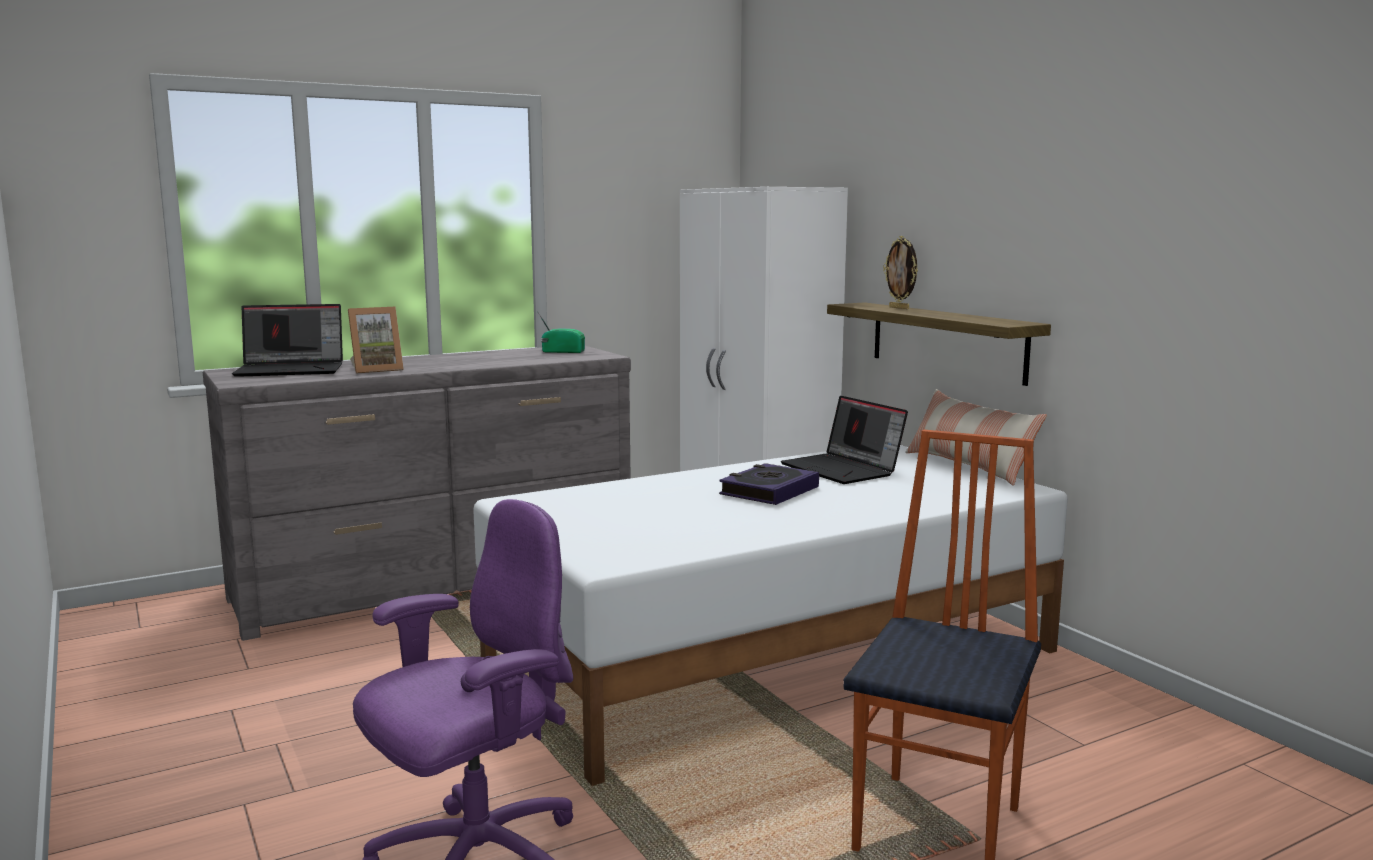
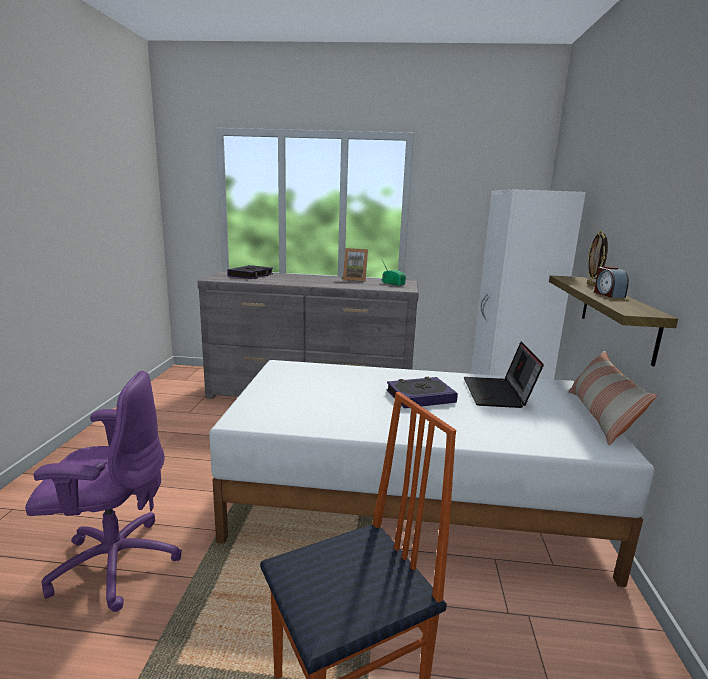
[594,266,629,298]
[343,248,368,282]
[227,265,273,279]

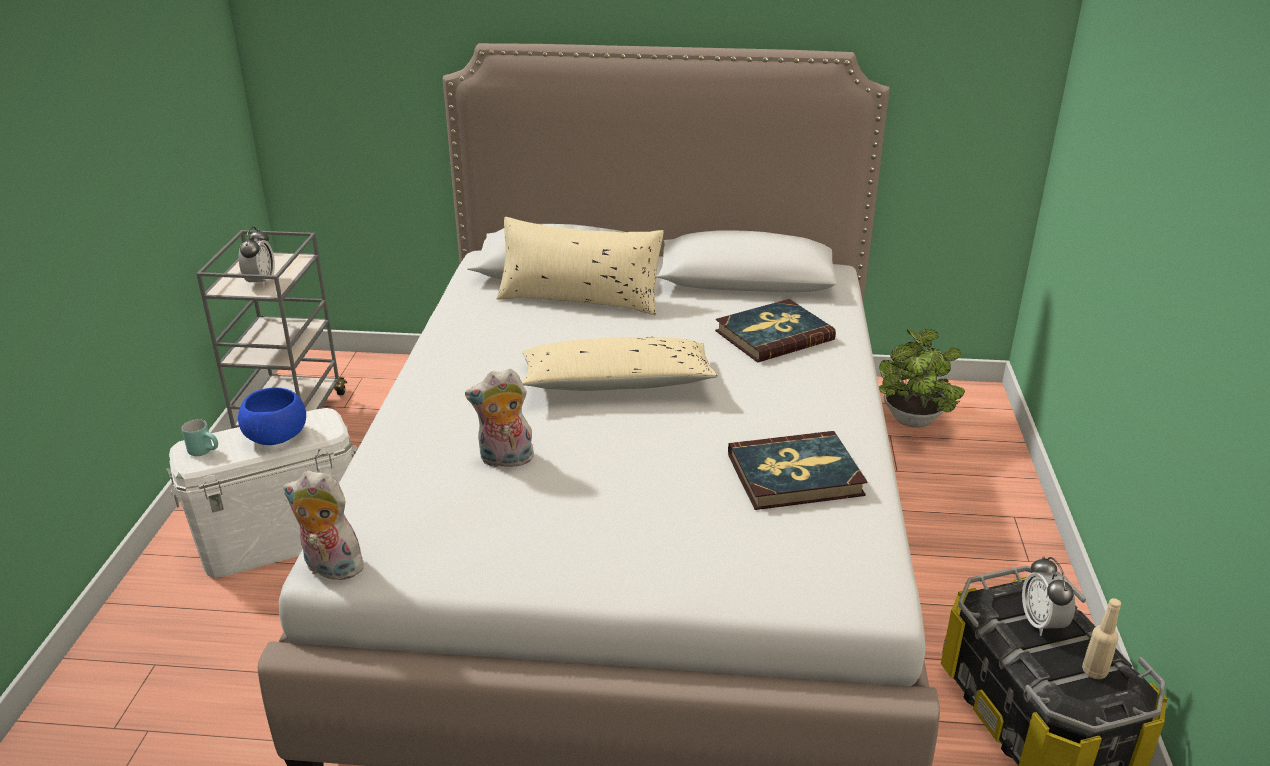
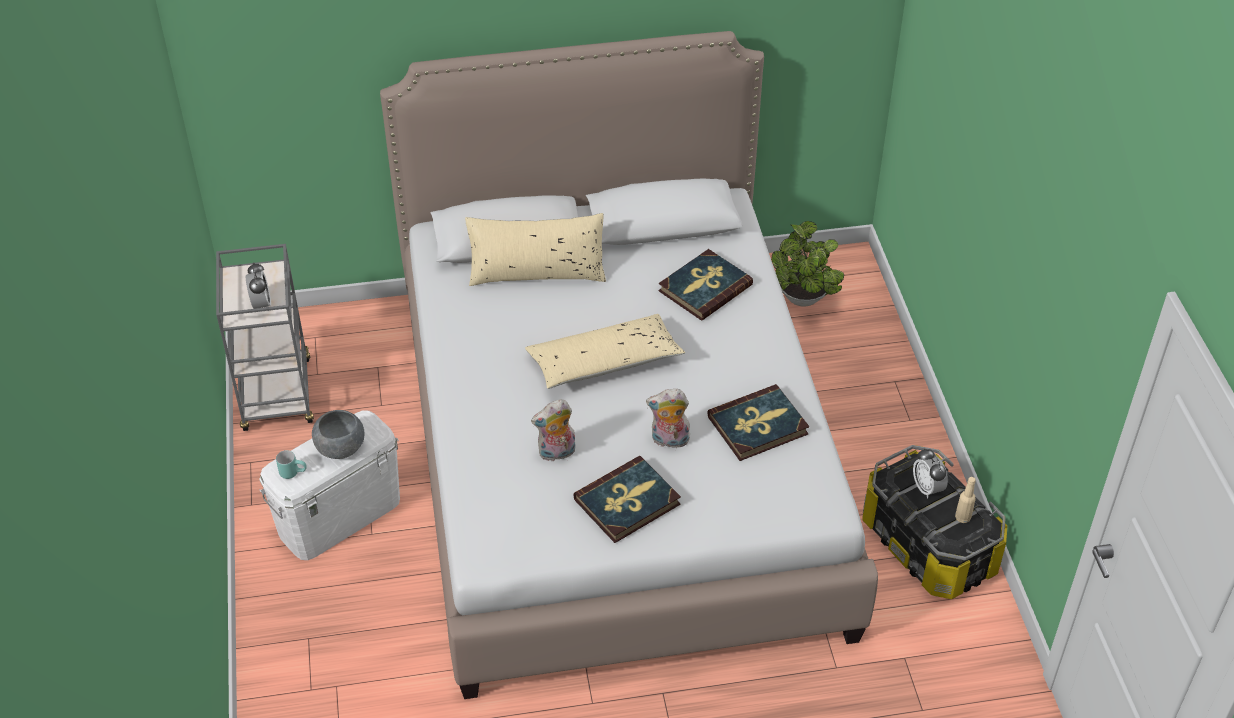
[573,456,681,543]
[646,389,690,448]
[312,410,364,459]

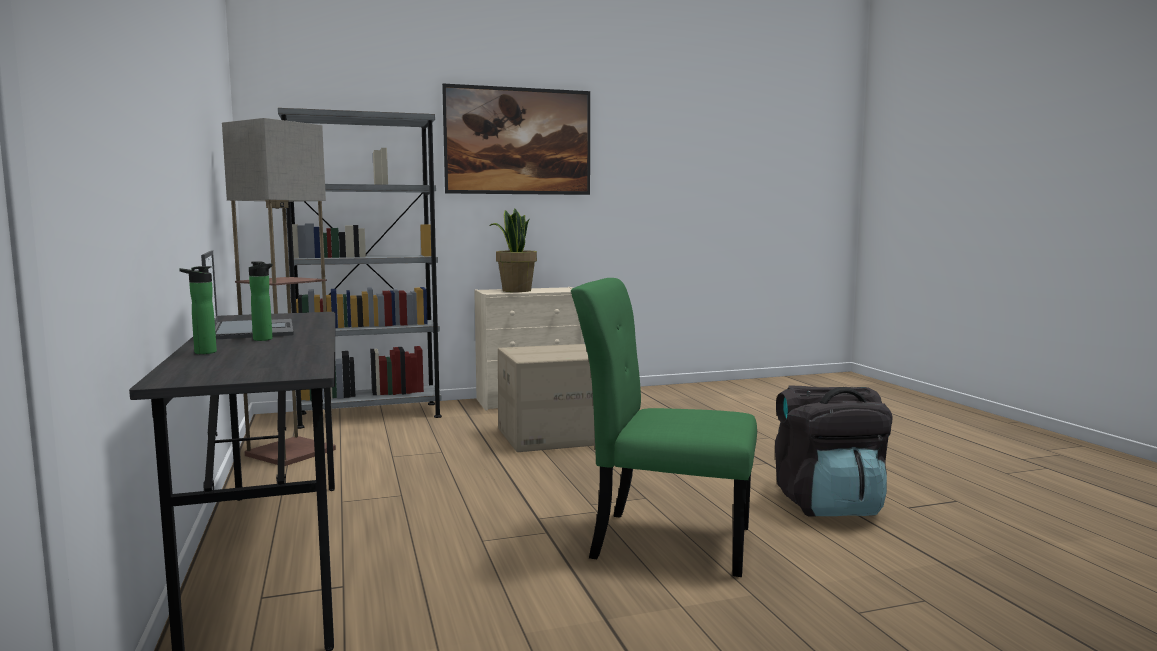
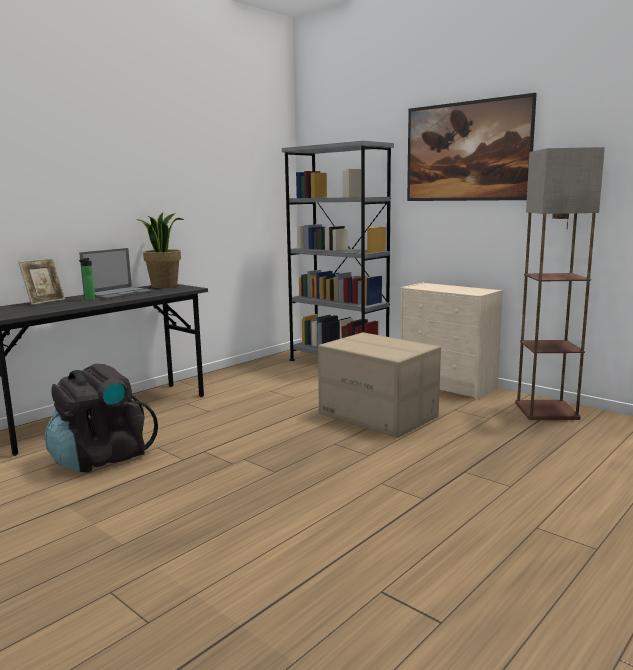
[571,278,757,577] (first image)
[515,147,605,420]
[137,213,184,288]
[45,364,158,472]
[18,259,65,305]

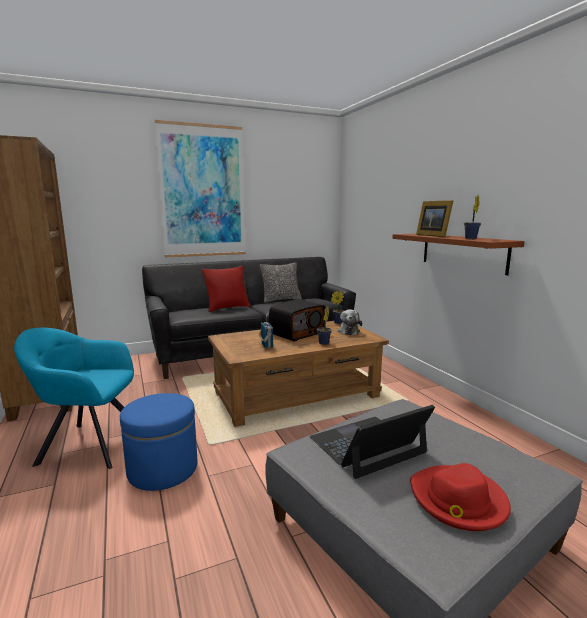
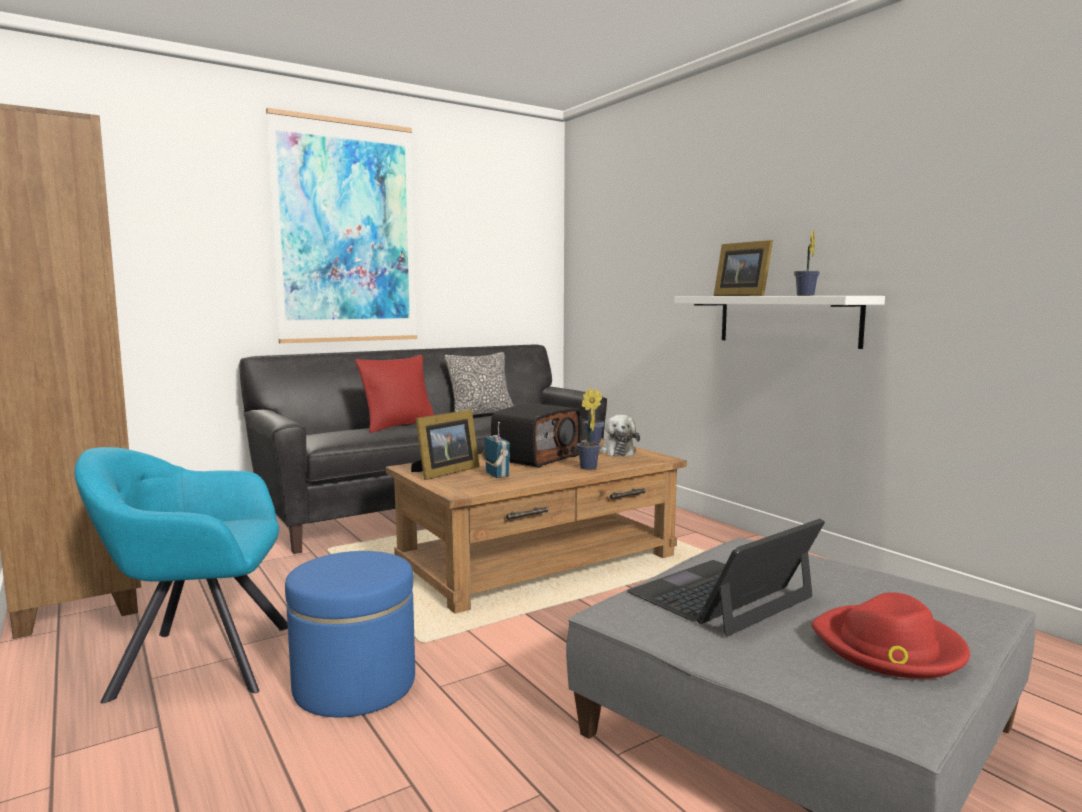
[411,409,480,480]
[674,296,885,349]

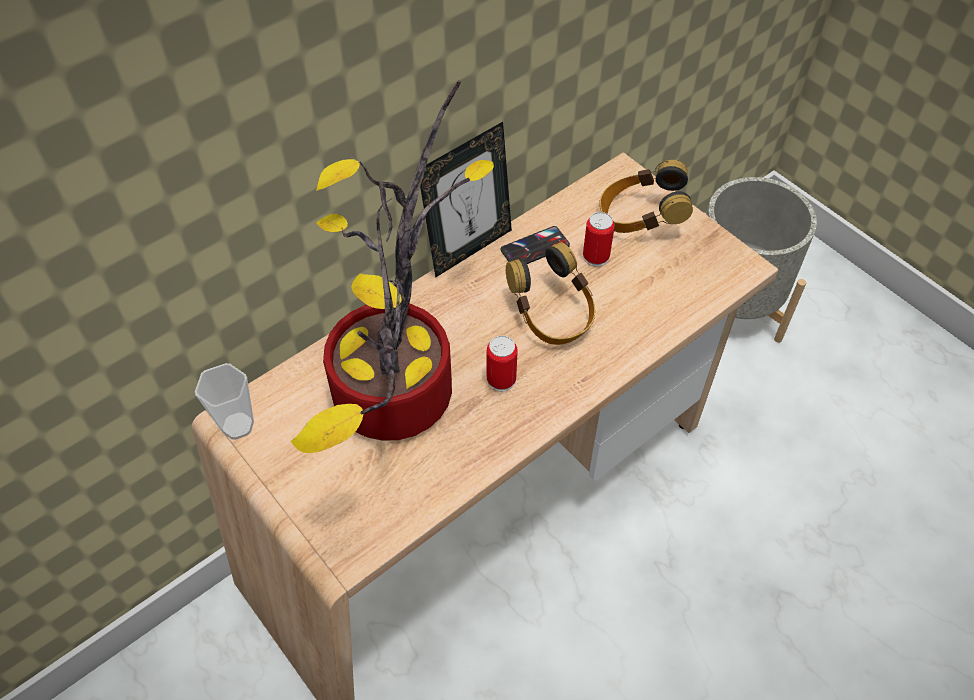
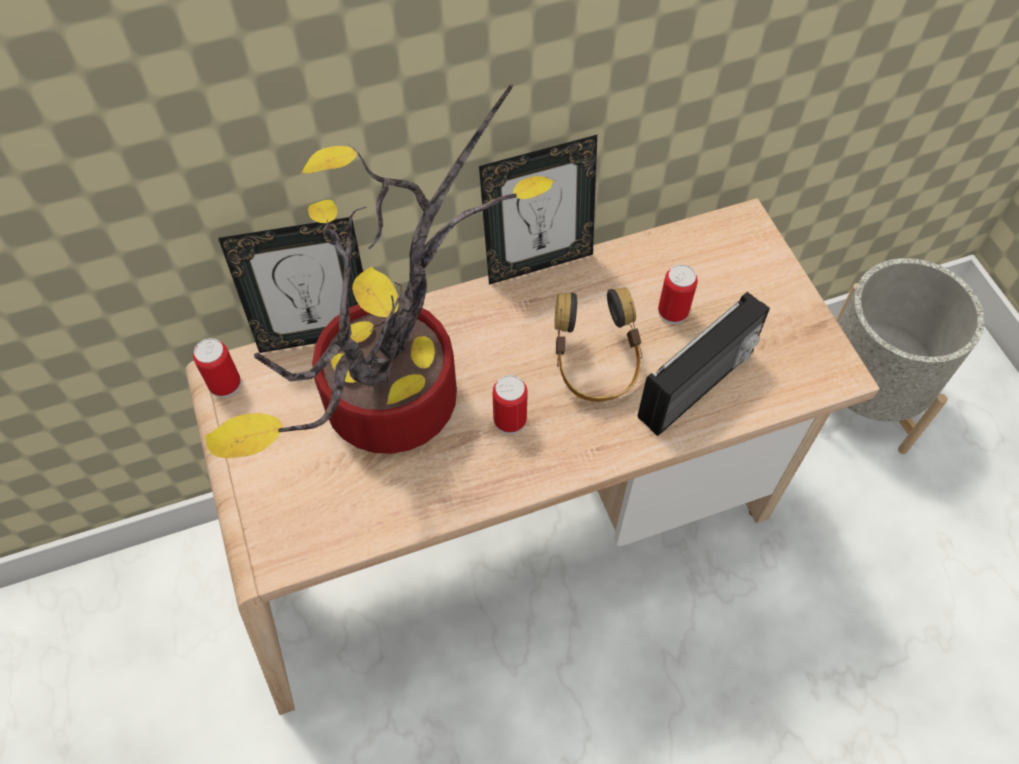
[500,226,570,264] (first image)
[600,160,693,233] (first image)
[218,217,363,353]
[638,292,770,436]
[193,338,241,398]

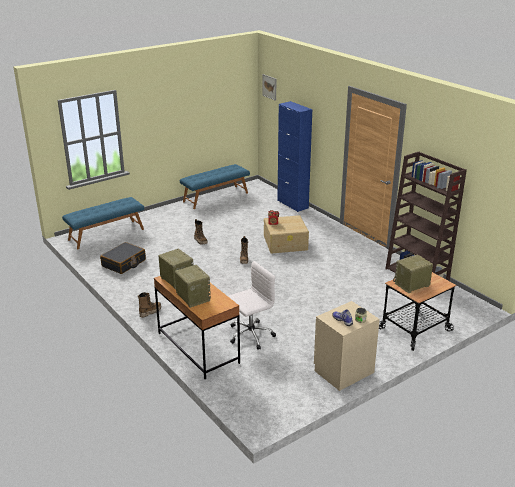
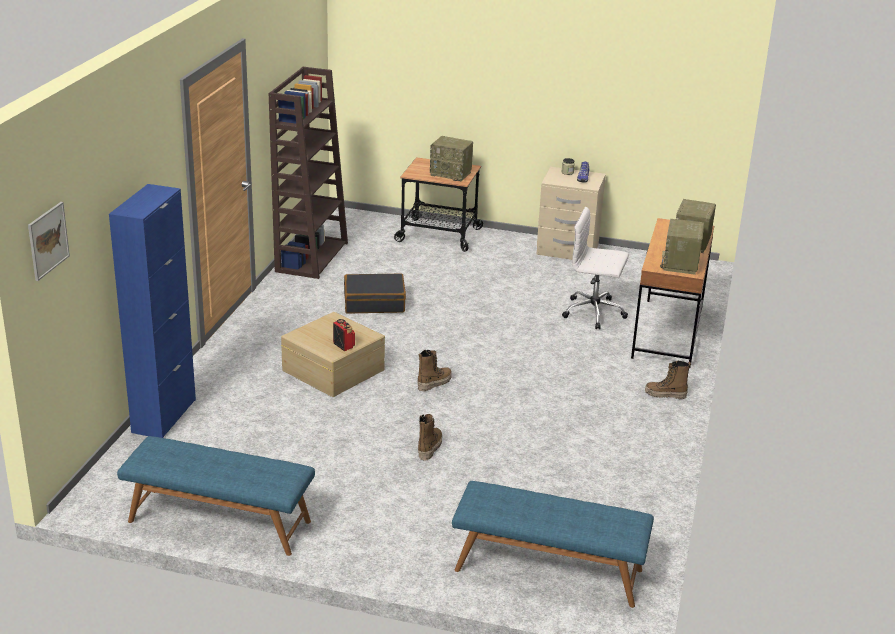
[344,273,406,313]

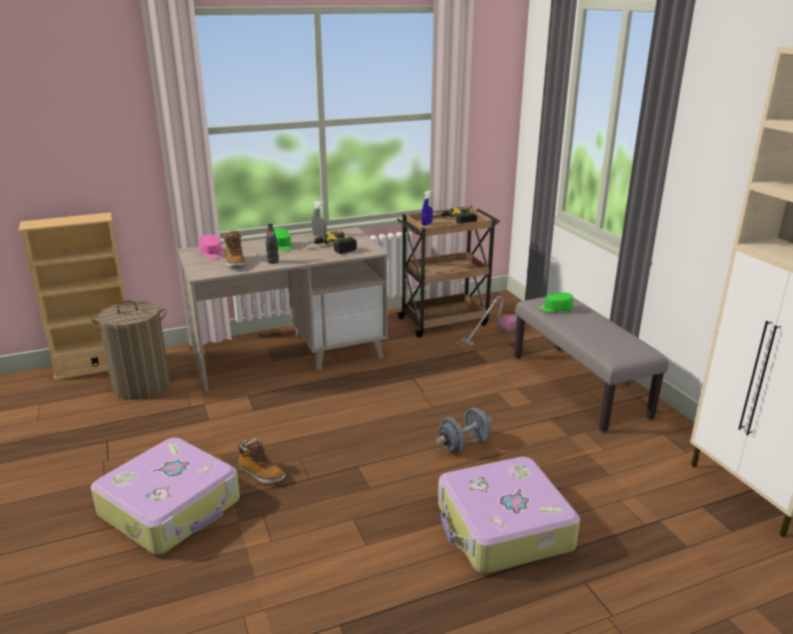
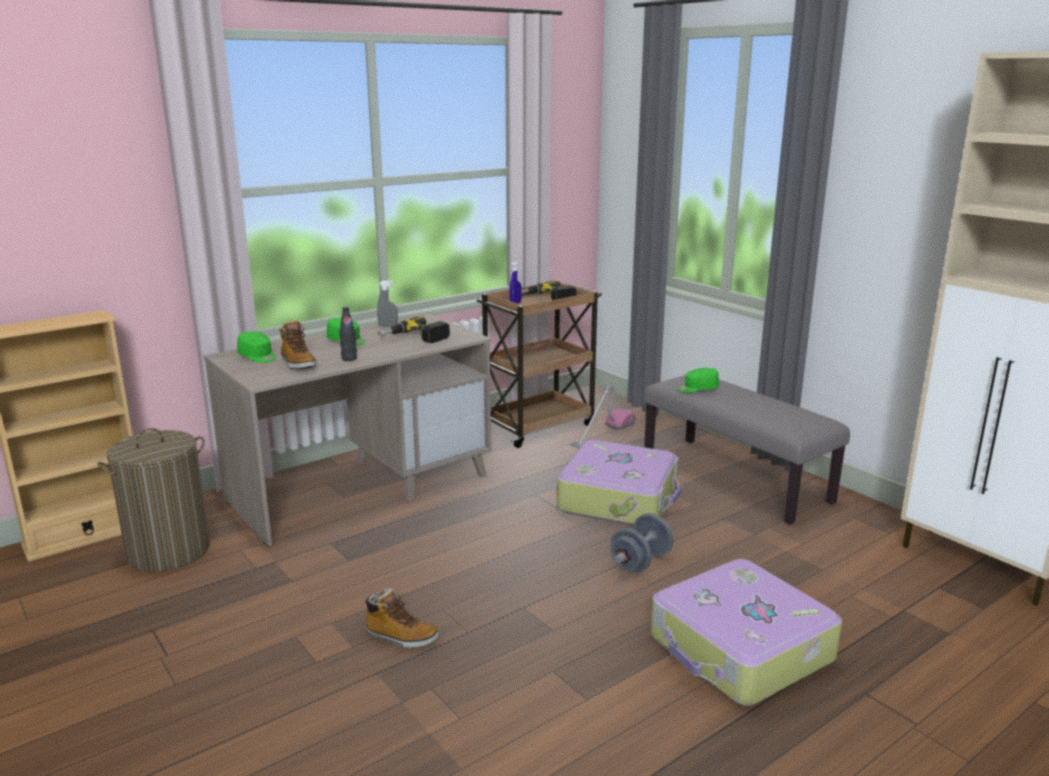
[557,440,682,525]
[237,331,276,363]

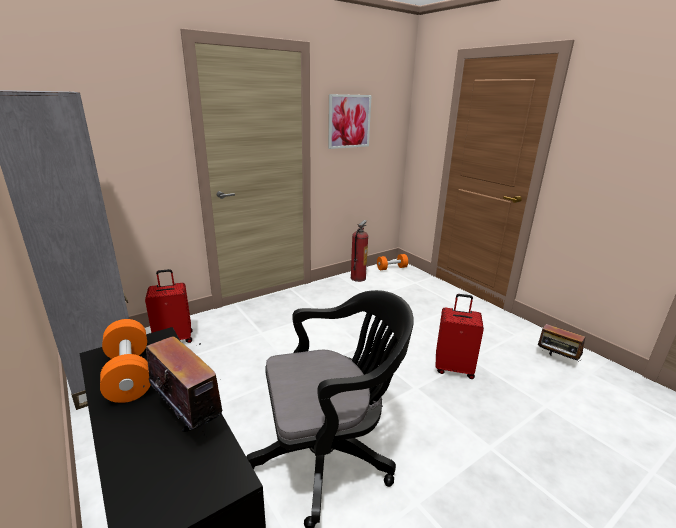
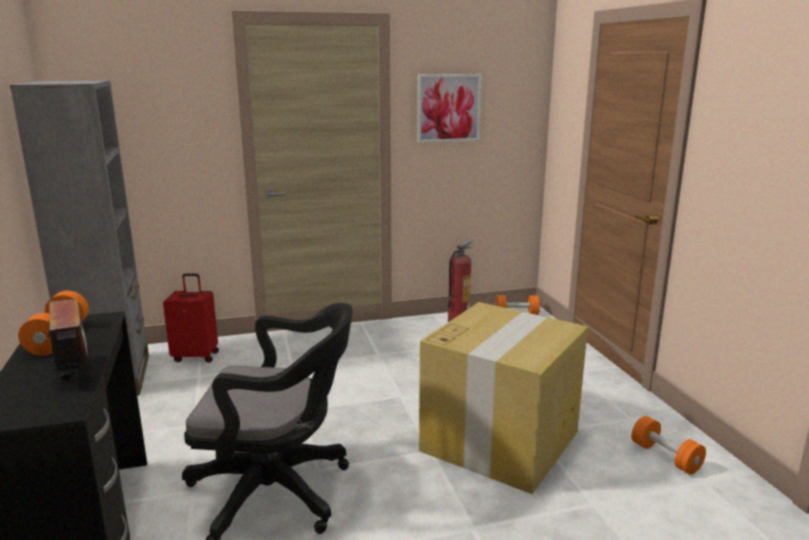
[419,302,588,494]
[631,416,706,475]

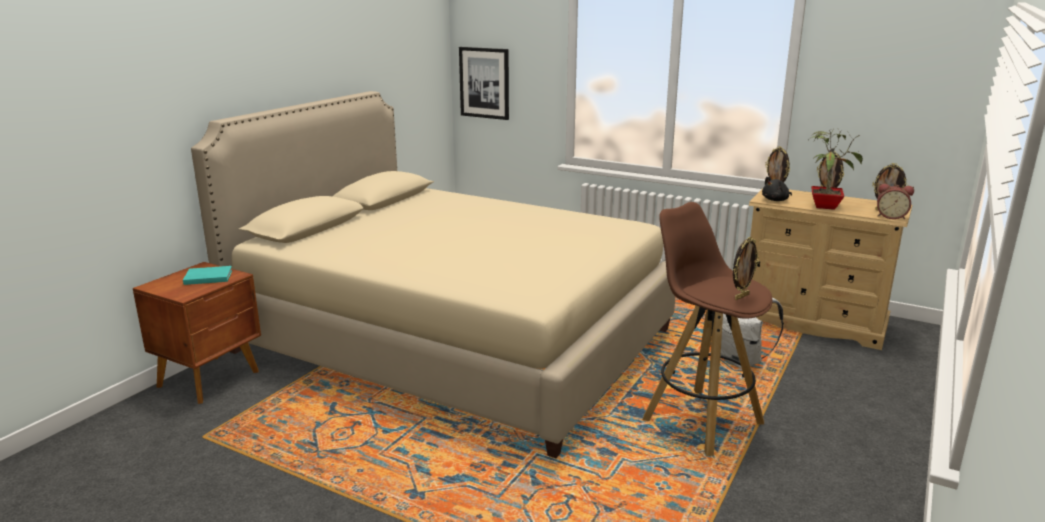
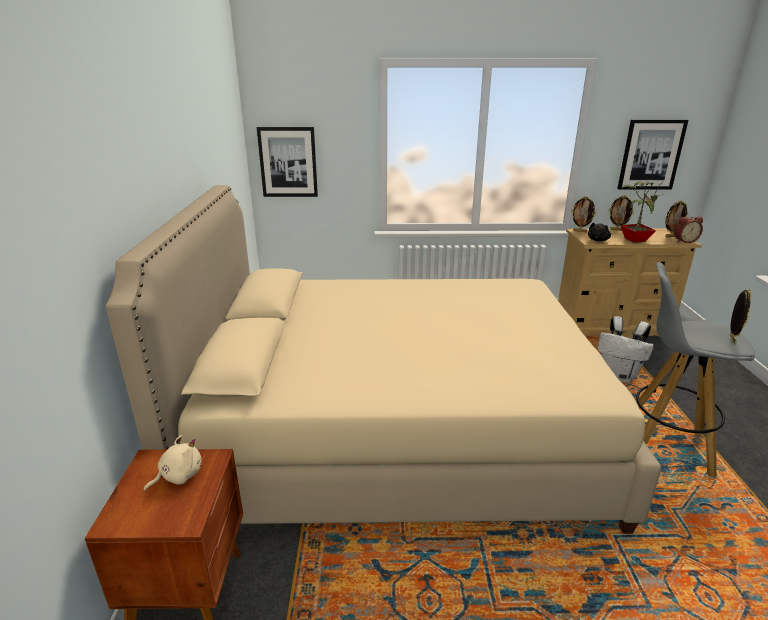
[617,120,688,190]
[144,435,202,491]
[636,262,755,478]

